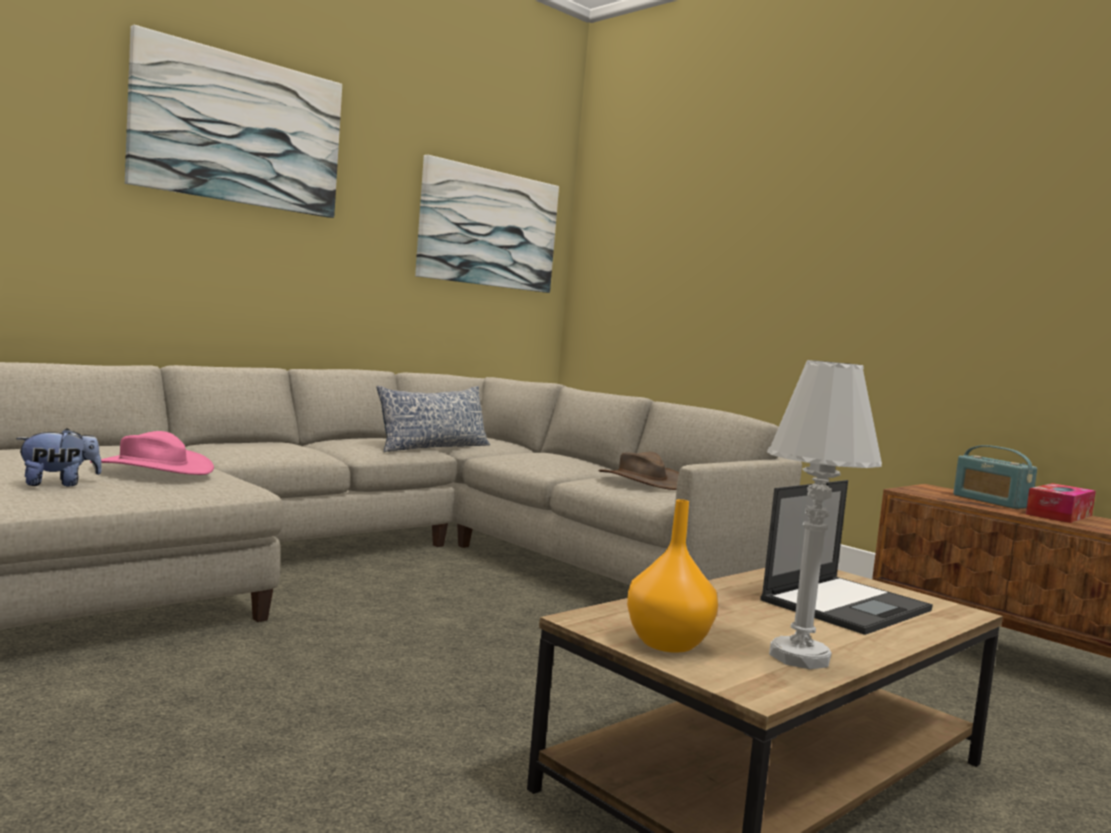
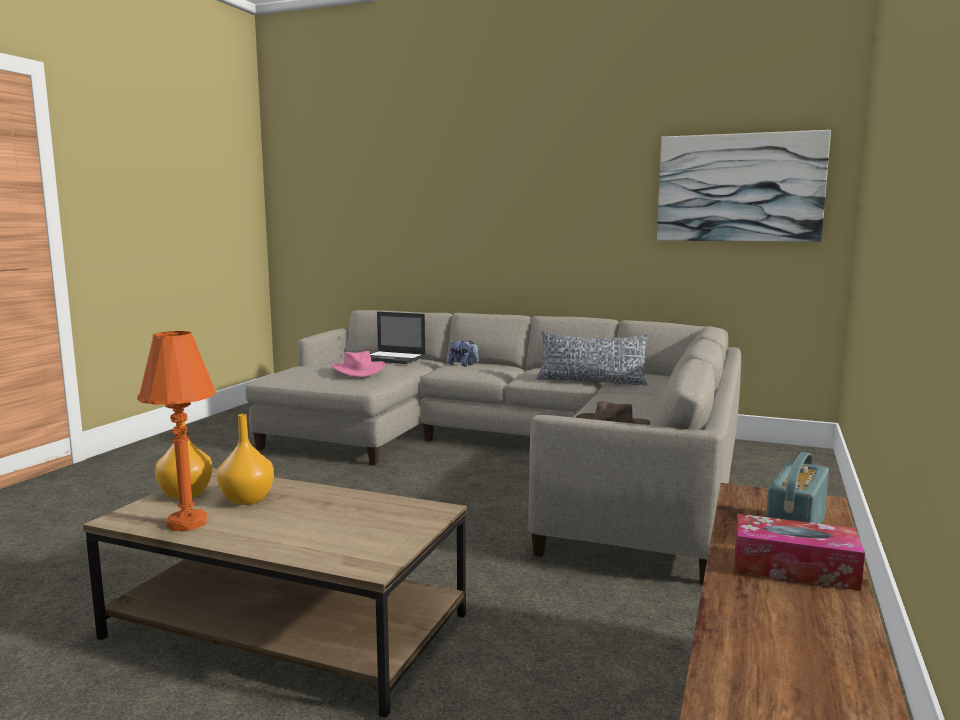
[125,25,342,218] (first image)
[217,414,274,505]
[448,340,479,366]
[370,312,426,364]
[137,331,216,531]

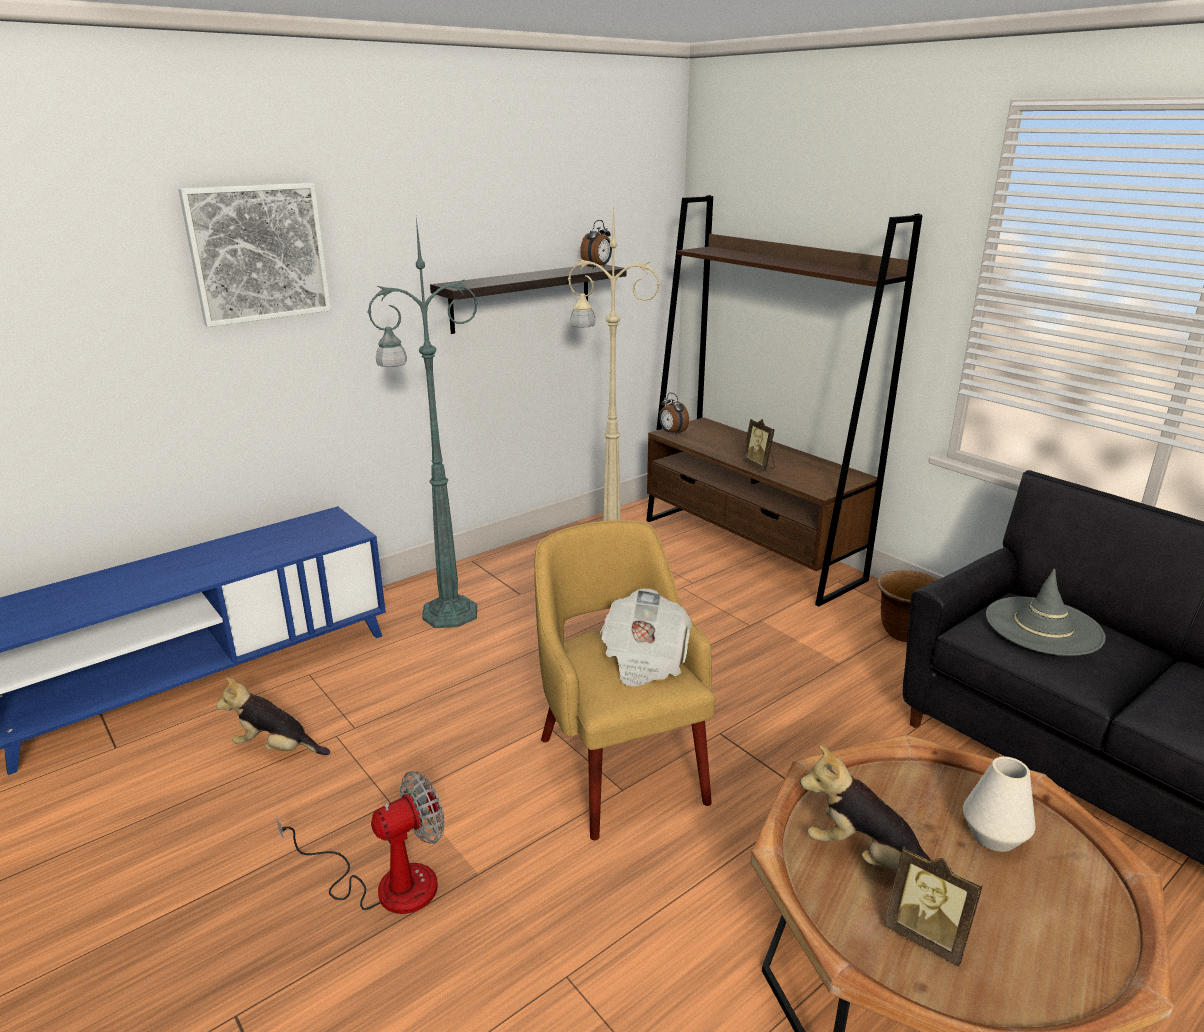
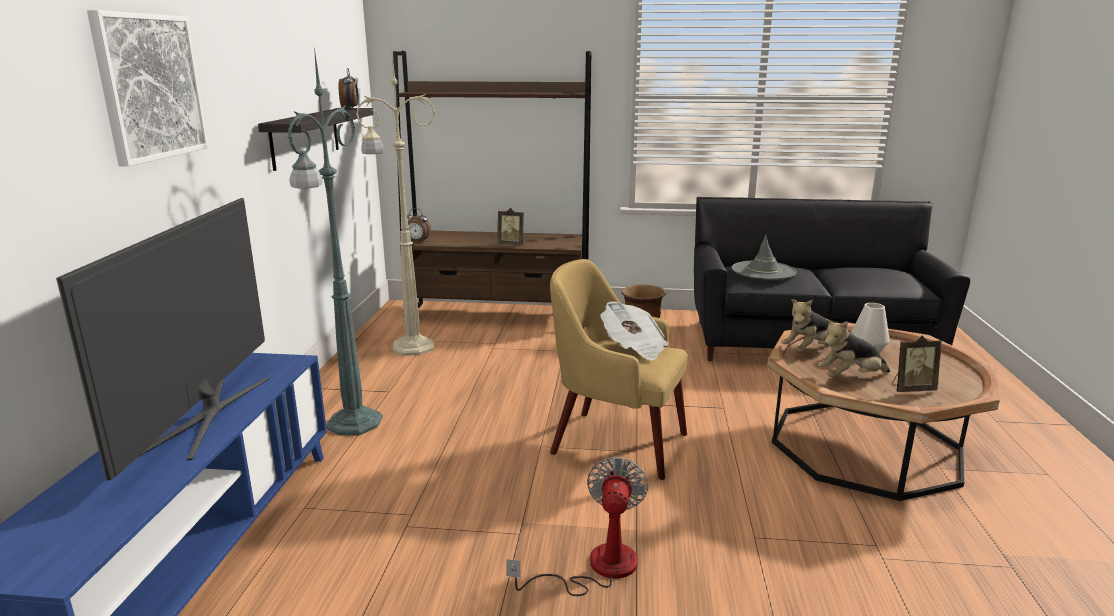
[56,198,269,481]
[781,299,829,352]

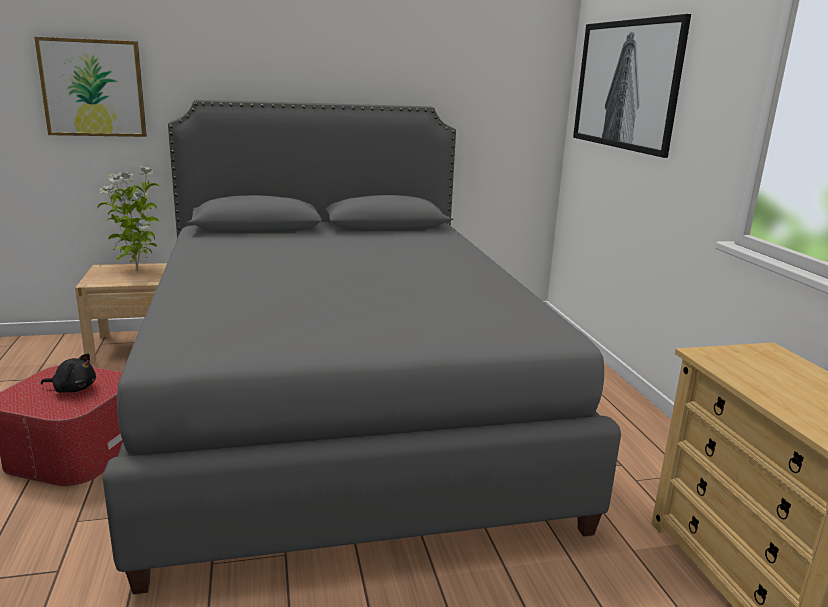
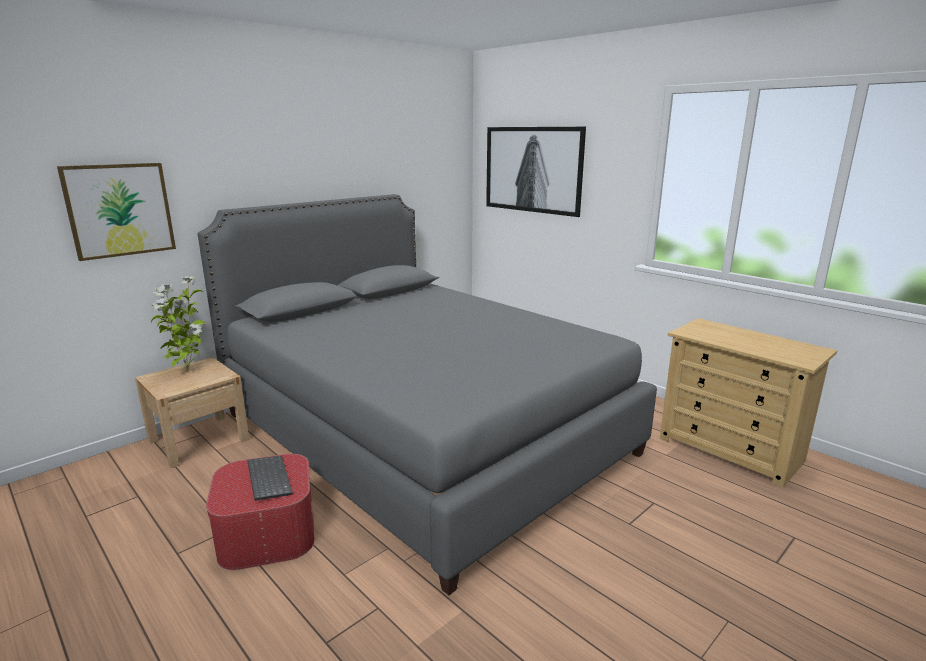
[247,455,293,501]

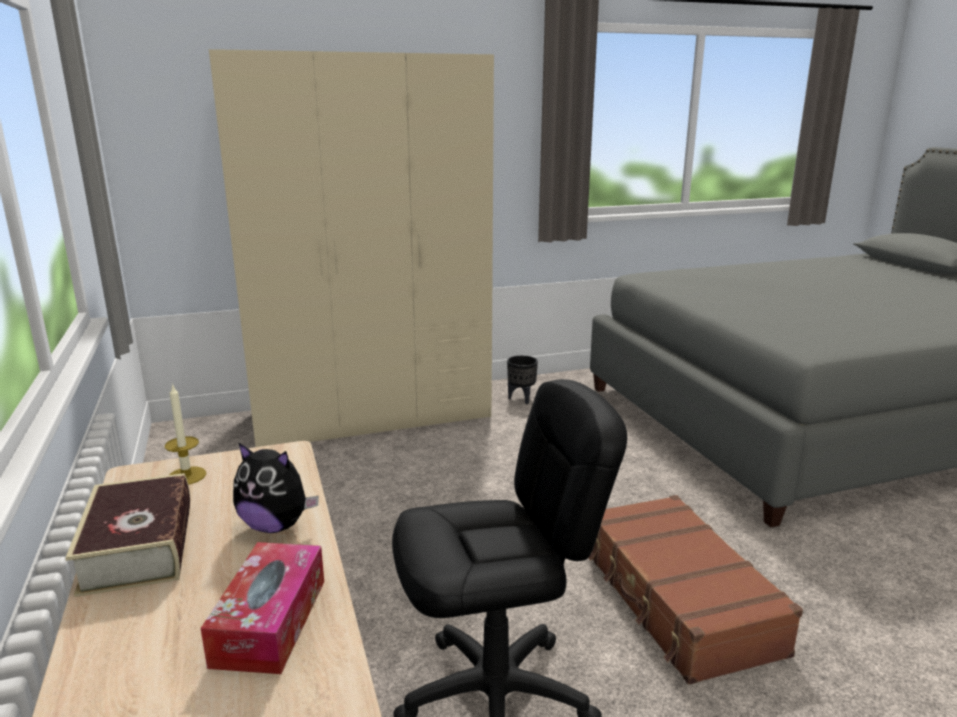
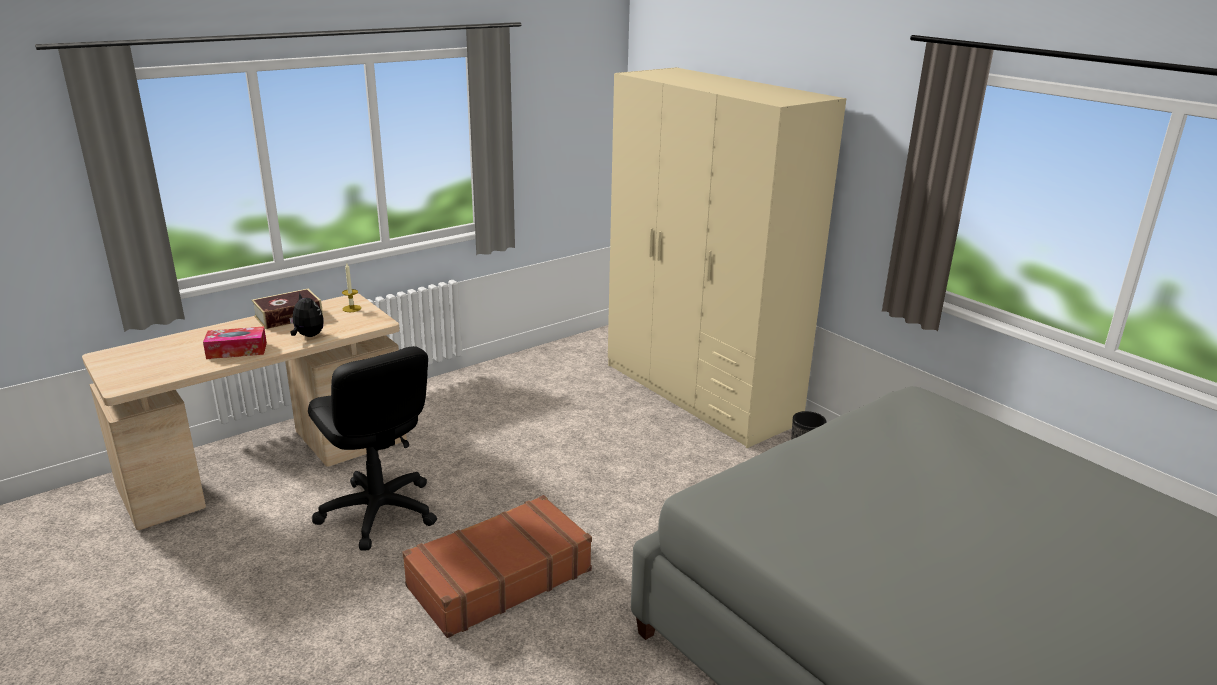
[289,293,324,337]

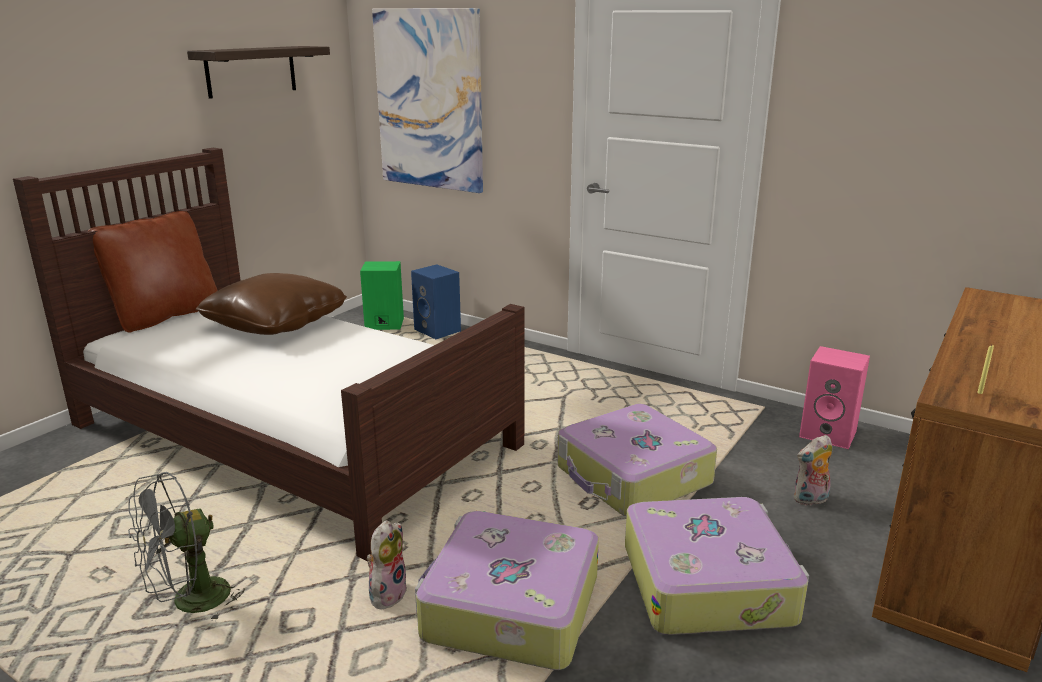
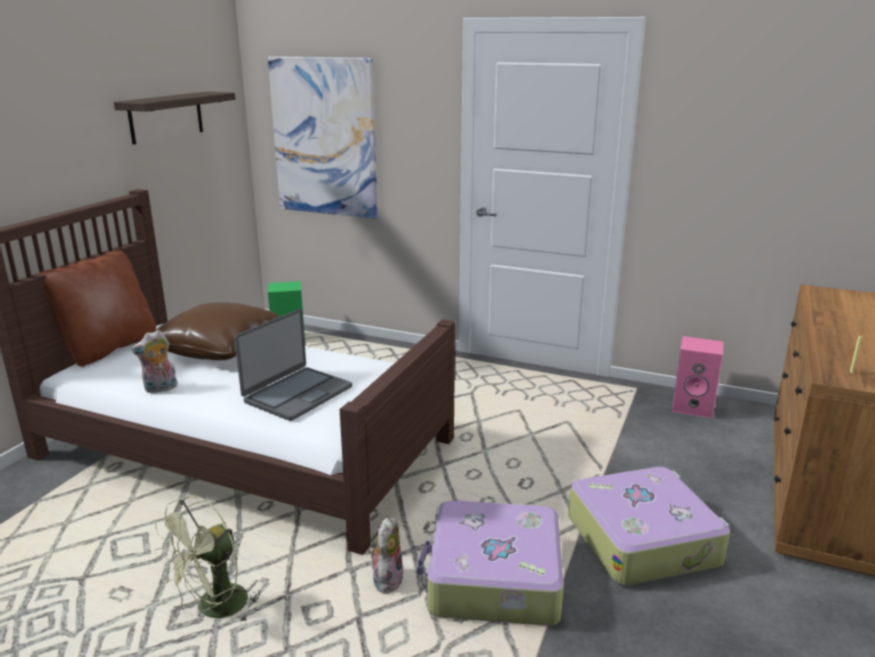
[411,264,461,339] (first image)
[558,404,717,516] (first image)
[235,309,352,421]
[131,330,177,393]
[154,495,260,621]

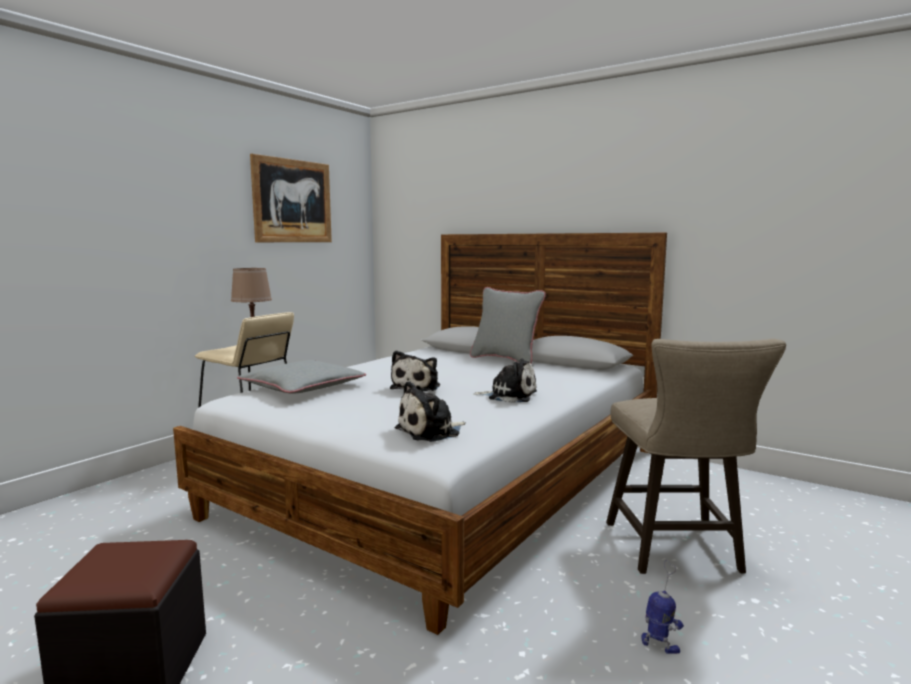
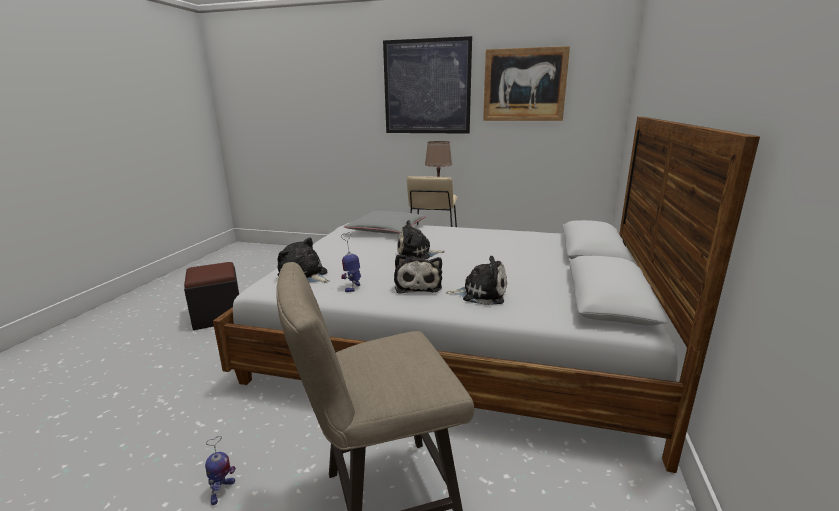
[470,287,546,363] (first image)
[341,232,361,292]
[383,36,472,134]
[446,256,507,305]

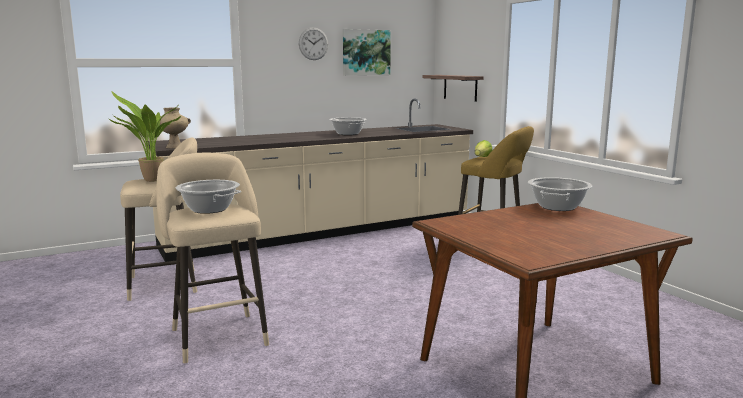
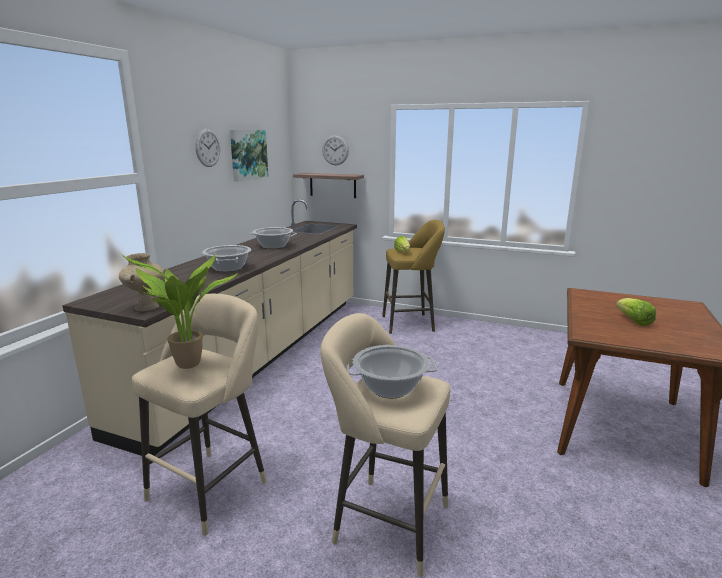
[322,135,349,165]
[616,298,656,326]
[202,245,251,272]

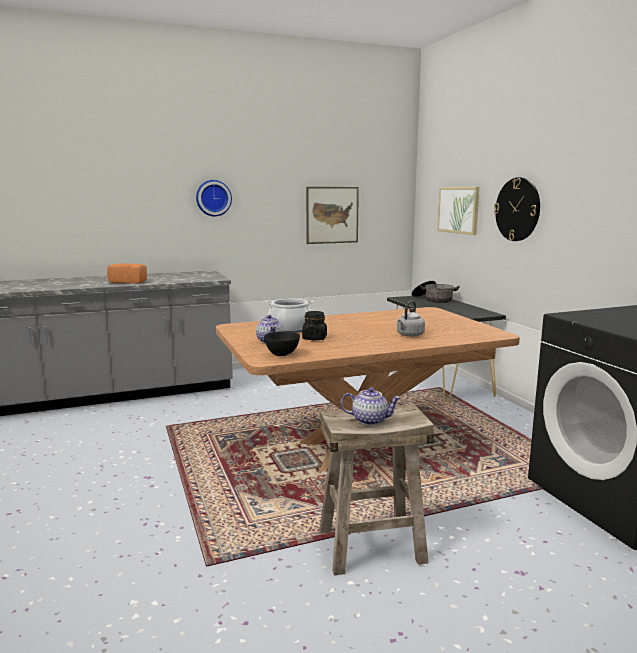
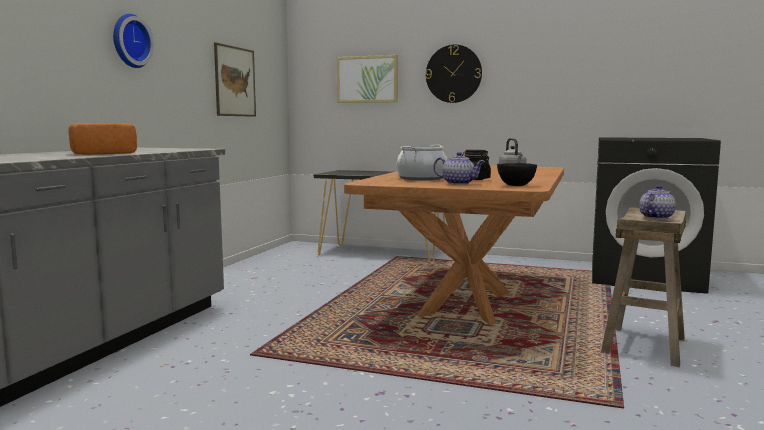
[411,281,460,303] (first image)

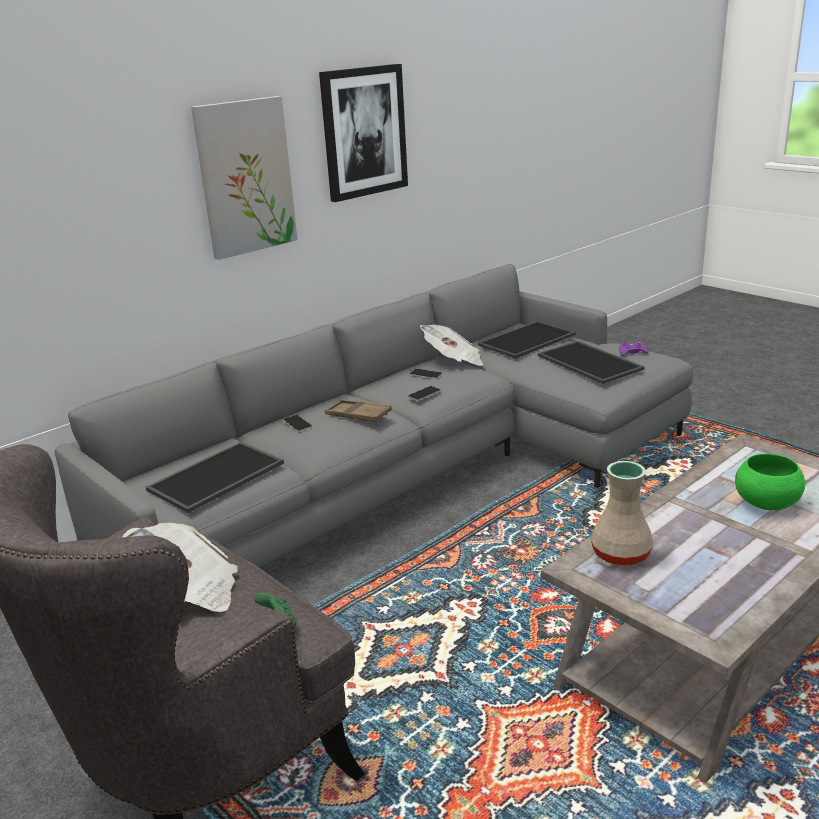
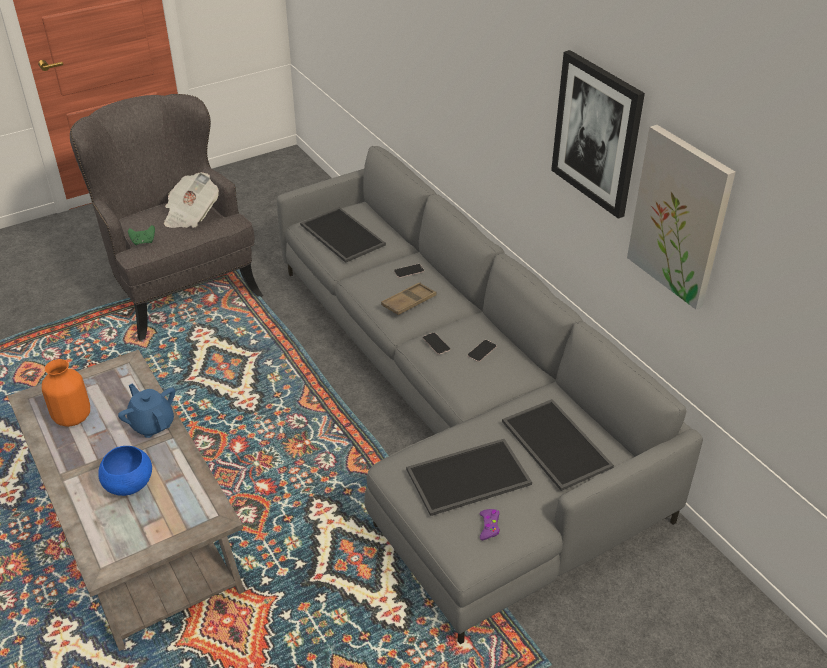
[420,325,483,366] (first image)
[591,461,653,566] (first image)
[42,359,90,427]
[118,384,175,438]
[627,125,735,310]
[98,446,152,496]

